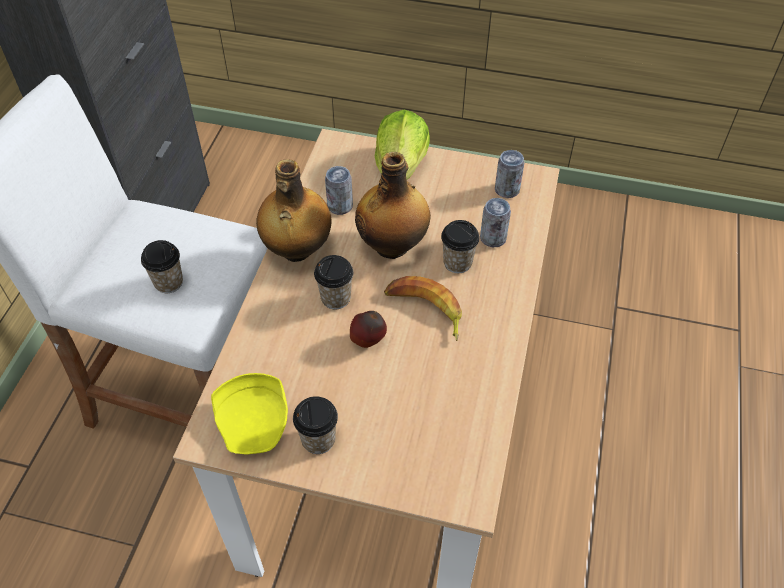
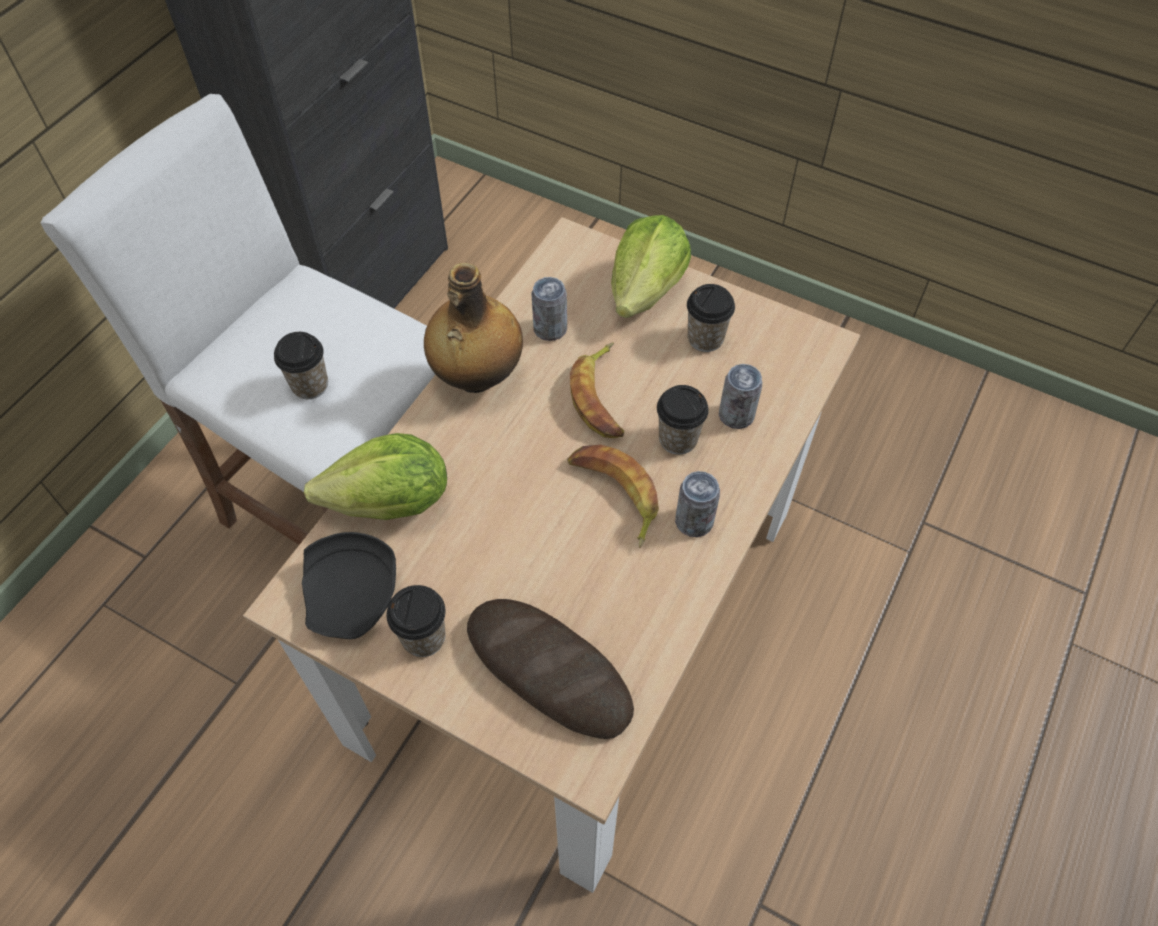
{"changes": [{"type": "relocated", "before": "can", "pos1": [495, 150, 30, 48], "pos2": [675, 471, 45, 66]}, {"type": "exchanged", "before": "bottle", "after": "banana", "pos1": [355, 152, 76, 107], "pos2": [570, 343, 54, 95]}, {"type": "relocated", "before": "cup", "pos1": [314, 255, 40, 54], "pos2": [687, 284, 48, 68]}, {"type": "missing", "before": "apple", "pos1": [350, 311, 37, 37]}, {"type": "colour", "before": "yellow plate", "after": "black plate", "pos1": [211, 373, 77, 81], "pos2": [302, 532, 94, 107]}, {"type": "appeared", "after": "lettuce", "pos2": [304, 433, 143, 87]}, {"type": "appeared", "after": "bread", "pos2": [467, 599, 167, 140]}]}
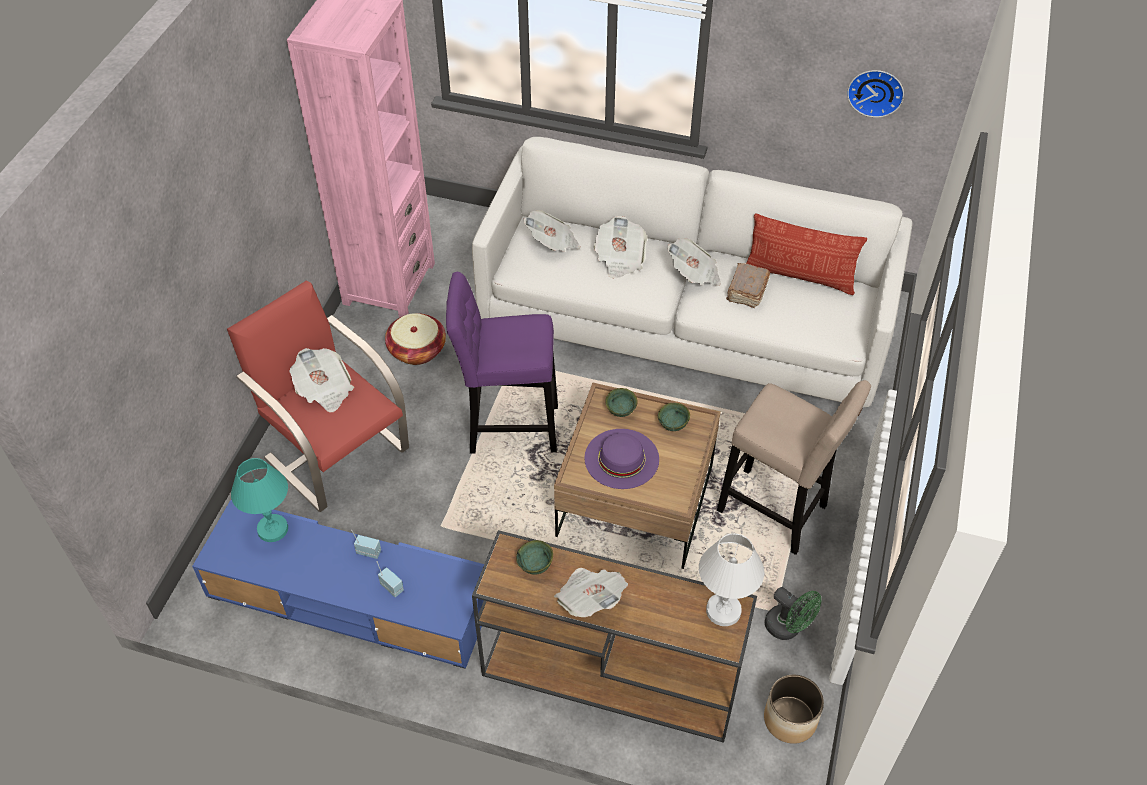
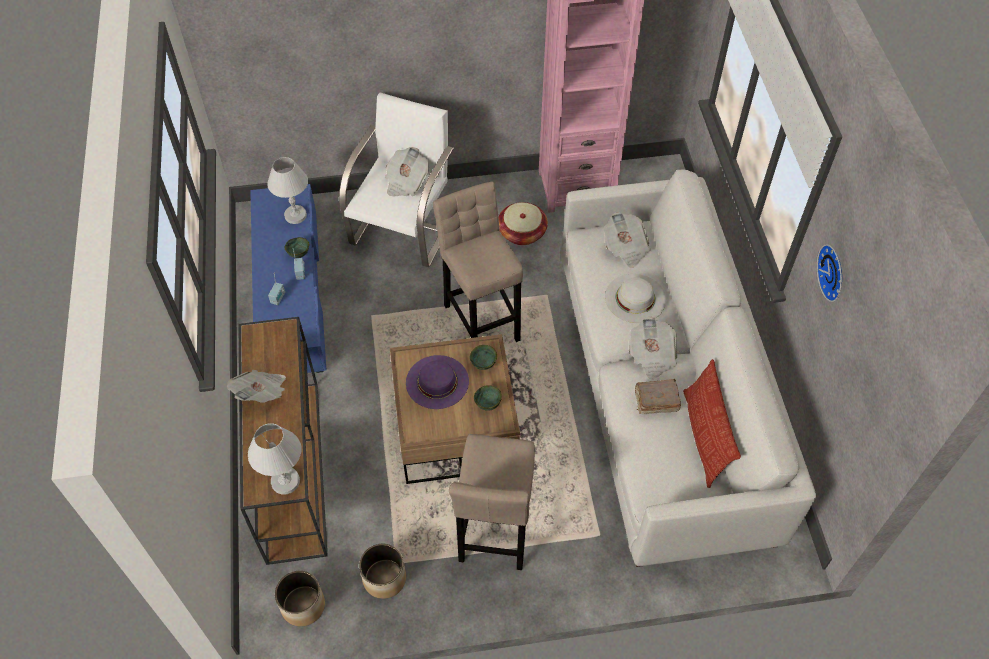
{"changes": [{"type": "relocated", "before": "wall clock", "pos1": [847, 70, 57, 48], "pos2": [817, 244, 25, 58]}, {"type": "exchanged", "before": "newspaper", "after": "white hat", "pos1": [594, 216, 53, 63], "pos2": [605, 274, 61, 49]}, {"type": "colour", "before": "purple stool", "after": "beige stool", "pos1": [446, 272, 112, 182], "pos2": [433, 181, 90, 161]}, {"type": "colour", "before": "red armchair", "after": "white armchair", "pos1": [227, 281, 182, 231], "pos2": [339, 92, 115, 175]}, {"type": "colour", "before": "turquoise table lamp", "after": "white table lamp", "pos1": [231, 458, 57, 84], "pos2": [267, 157, 41, 67]}, {"type": "relocated", "before": "green bowl", "pos1": [516, 540, 37, 35], "pos2": [284, 237, 25, 21]}, {"type": "exchanged", "before": "green fan", "after": "planter", "pos1": [765, 587, 56, 53], "pos2": [359, 544, 47, 55]}]}
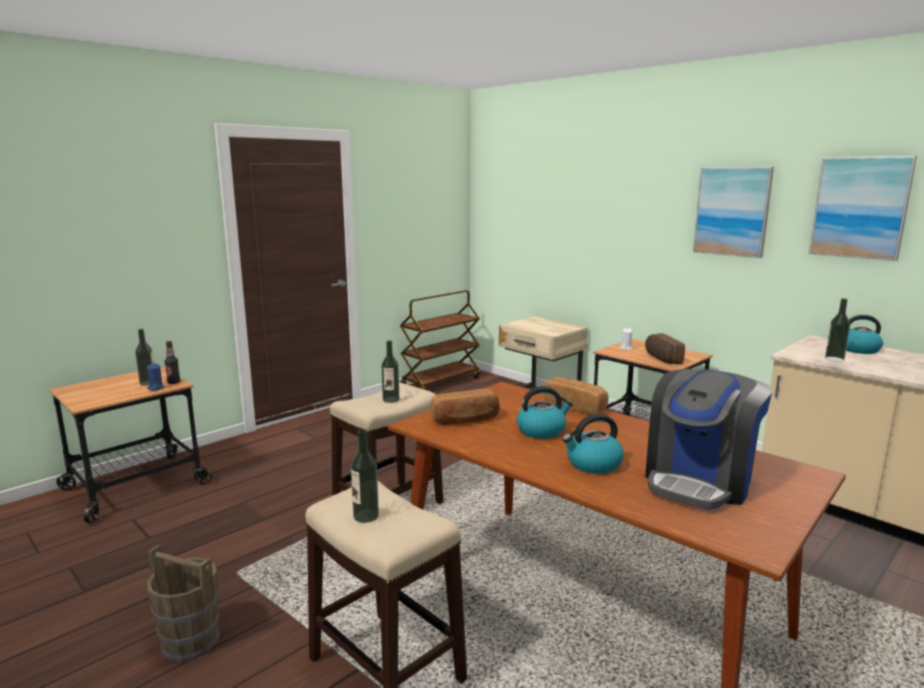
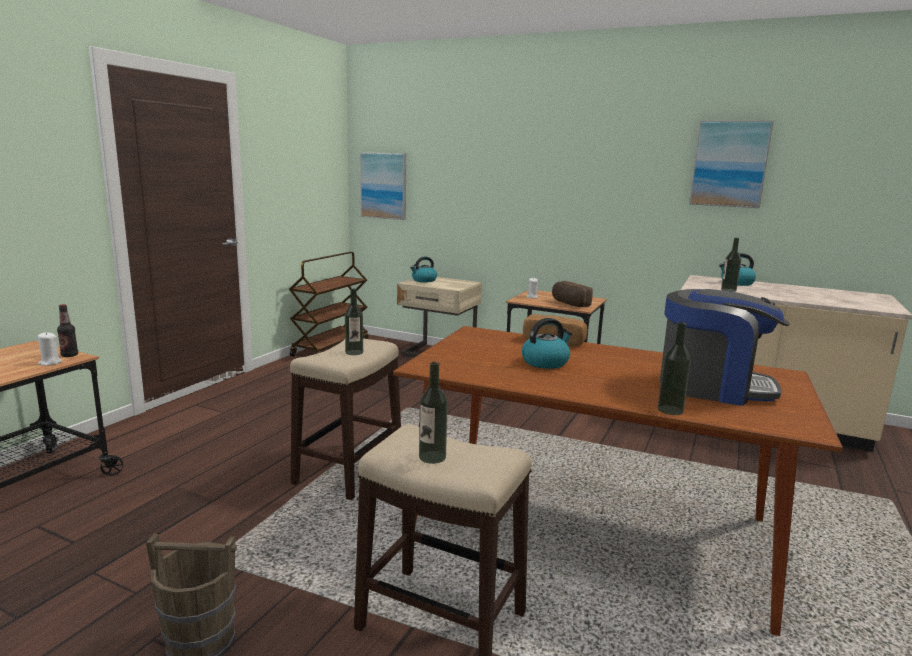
{"changes": [{"type": "relocated", "before": "picture", "pos1": [693, 167, 81, 91], "pos2": [360, 152, 46, 68]}, {"type": "relocated", "before": "bottle", "pos1": [135, 329, 19, 57], "pos2": [658, 322, 33, 93]}, {"type": "colour", "before": "blue candle", "after": "white candle", "pos1": [147, 363, 18, 28], "pos2": [37, 332, 25, 34]}, {"type": "spun", "before": "coffee machine", "pos1": [645, 369, 127, 141], "pos2": [660, 289, 130, 117], "turn": -90}, {"type": "missing", "before": "bread", "pos1": [431, 389, 69, 36]}, {"type": "relocated", "before": "kettle", "pos1": [562, 414, 62, 60], "pos2": [410, 257, 27, 25]}]}
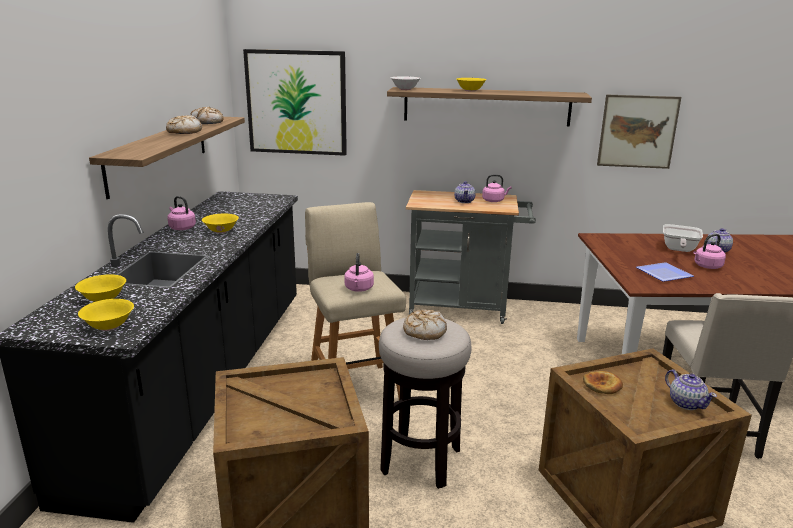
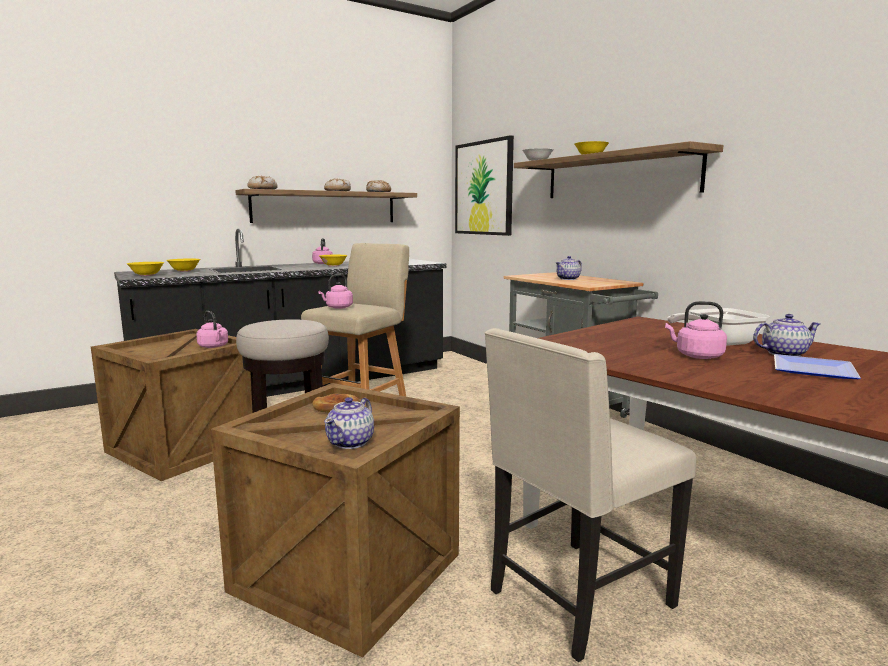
{"changes": [{"type": "missing", "before": "picture", "pos1": [597, 94, 84, 75]}, {"type": "relocated", "before": "pink kettle", "pos1": [482, 174, 30, 28], "pos2": [196, 311, 32, 37]}, {"type": "relocated", "before": "plate", "pos1": [636, 262, 58, 20], "pos2": [774, 354, 87, 25]}, {"type": "relocated", "before": "bread", "pos1": [403, 310, 44, 30], "pos2": [247, 176, 31, 13]}]}
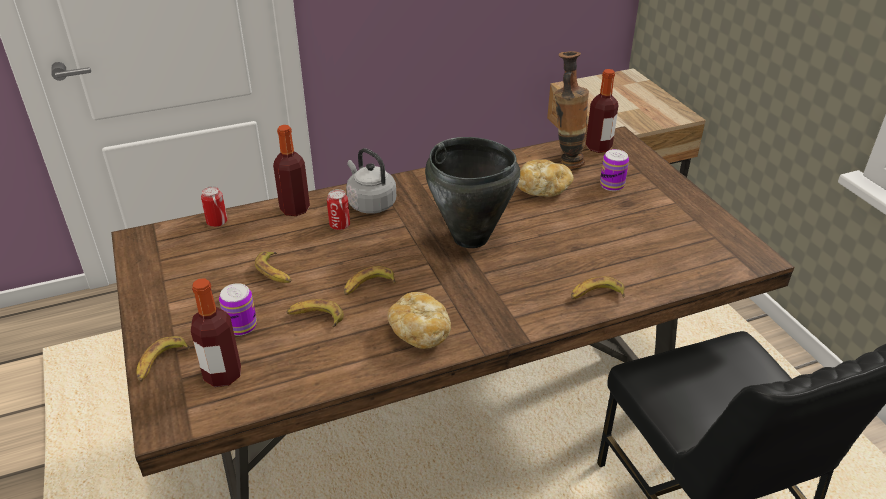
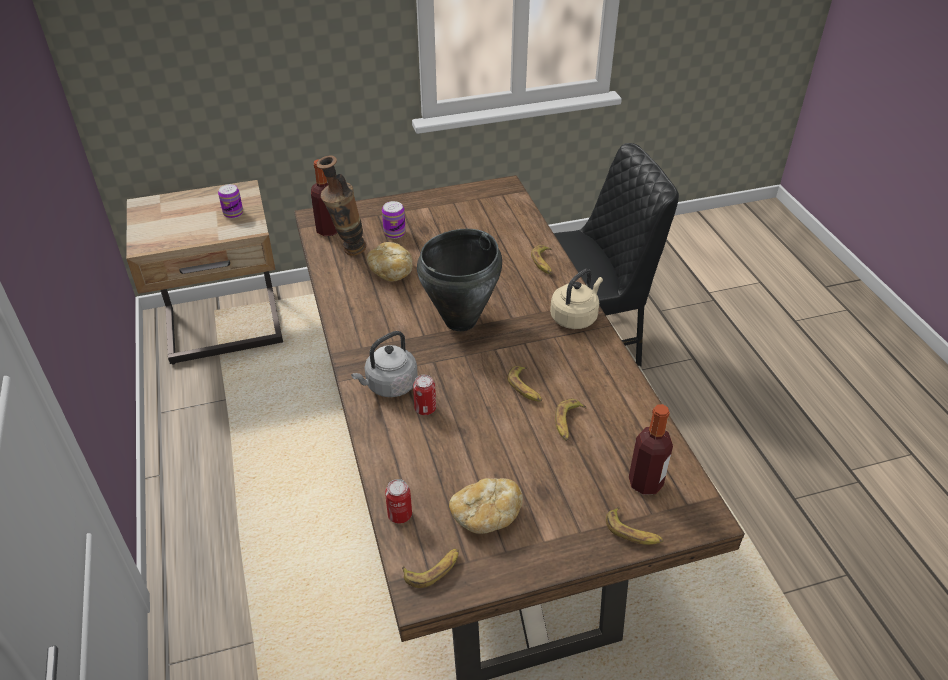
{"changes": [{"type": "missing", "before": "bottle", "pos1": [273, 125, 37, 91]}, {"type": "relocated", "before": "banana", "pos1": [255, 252, 37, 31], "pos2": [402, 548, 57, 40]}, {"type": "relocated", "before": "can", "pos1": [219, 283, 38, 53], "pos2": [218, 184, 25, 34]}, {"type": "relocated", "before": "bread", "pos1": [387, 292, 64, 57], "pos2": [449, 478, 74, 56]}, {"type": "appeared", "after": "beige kettle", "pos2": [550, 269, 53, 60]}]}
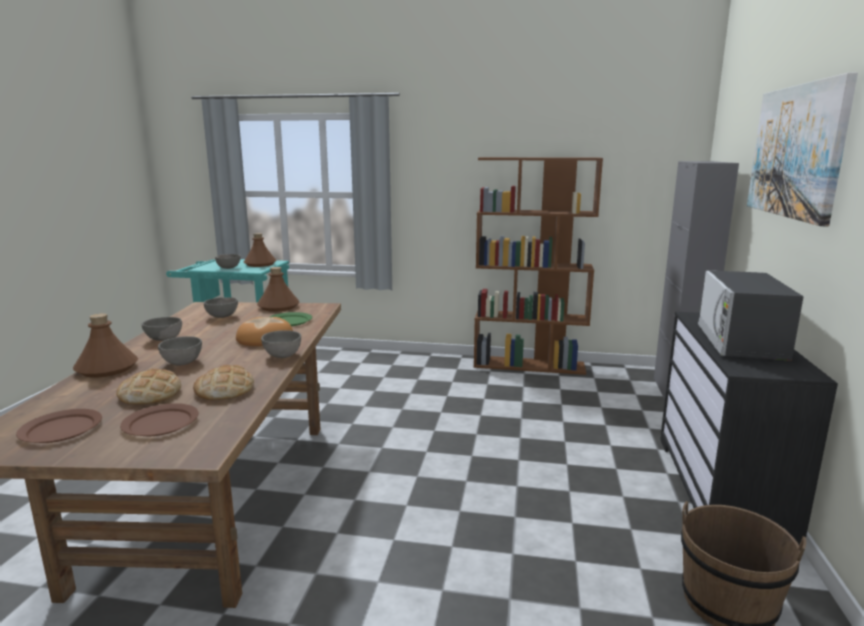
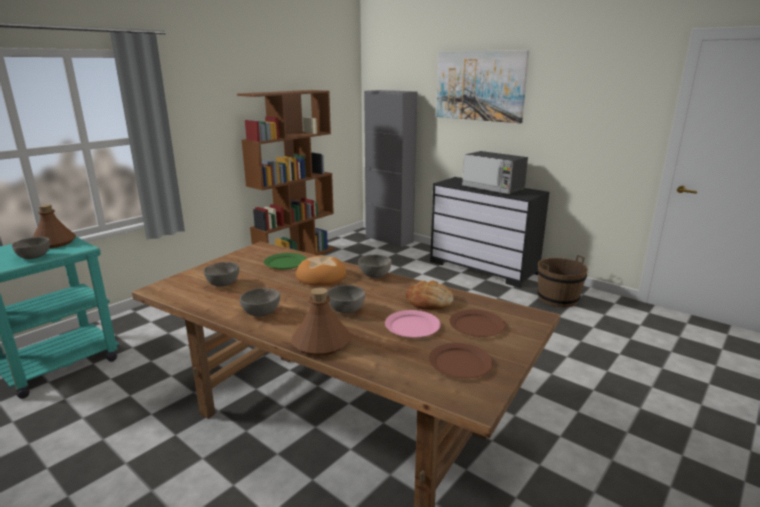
{"changes": [{"type": "missing", "before": "brown bottle", "pos1": [257, 267, 42, 45]}, {"type": "exchanged", "before": "bread", "after": "pink plate", "pos1": [116, 369, 65, 36], "pos2": [385, 310, 56, 27]}]}
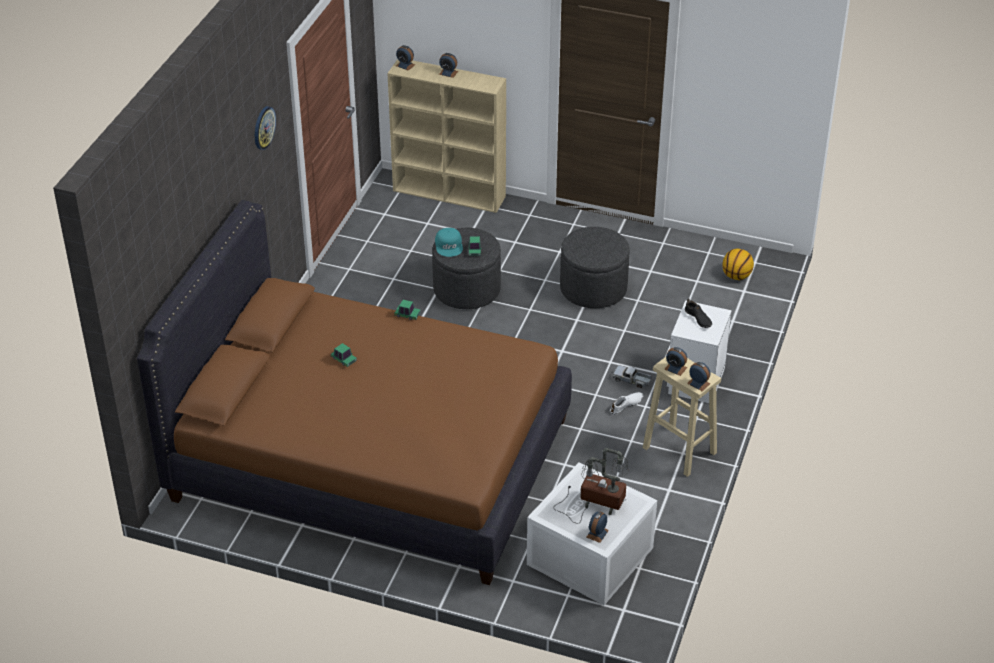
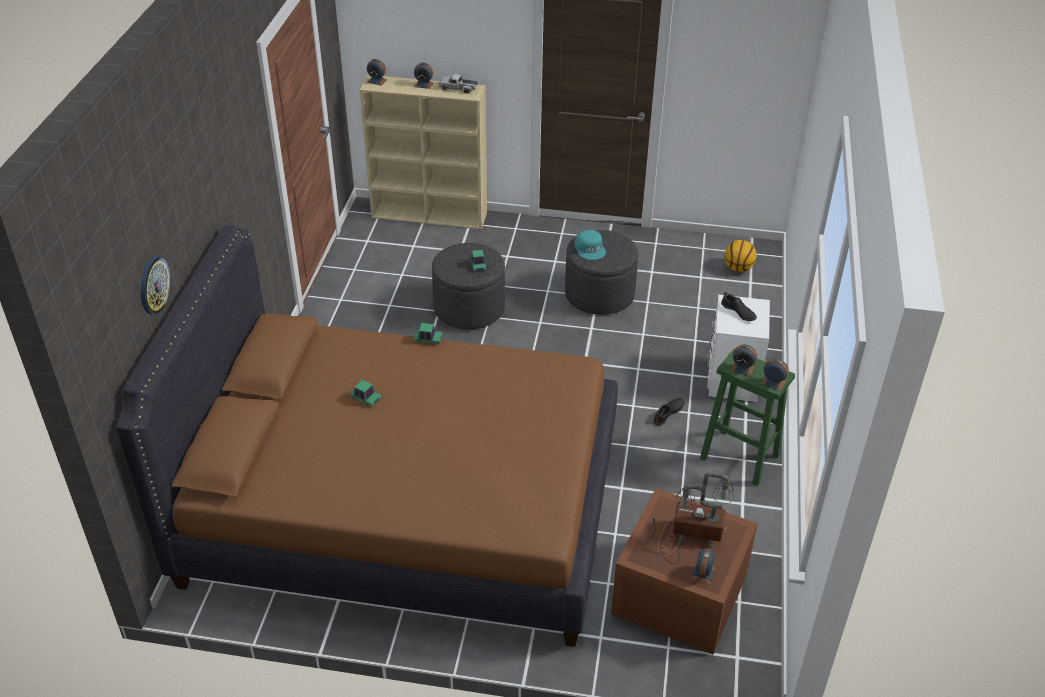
{"changes": [{"type": "relocated", "before": "wall clock", "pos1": [255, 106, 21, 44], "pos2": [141, 256, 30, 59]}, {"type": "relocated", "before": "turquoise cap", "pos1": [435, 228, 28, 29], "pos2": [575, 230, 31, 30]}, {"type": "colour", "before": "beige stool", "after": "green stool", "pos1": [643, 357, 78, 120], "pos2": [700, 349, 95, 137]}, {"type": "relocated", "before": "toy truck", "pos1": [613, 365, 39, 23], "pos2": [439, 74, 38, 20]}, {"type": "colour", "before": "white shoe", "after": "black shoe", "pos1": [610, 392, 33, 23], "pos2": [653, 398, 32, 28]}, {"type": "colour", "before": "white storage box", "after": "brown storage box", "pos1": [527, 462, 130, 143], "pos2": [611, 488, 147, 167]}]}
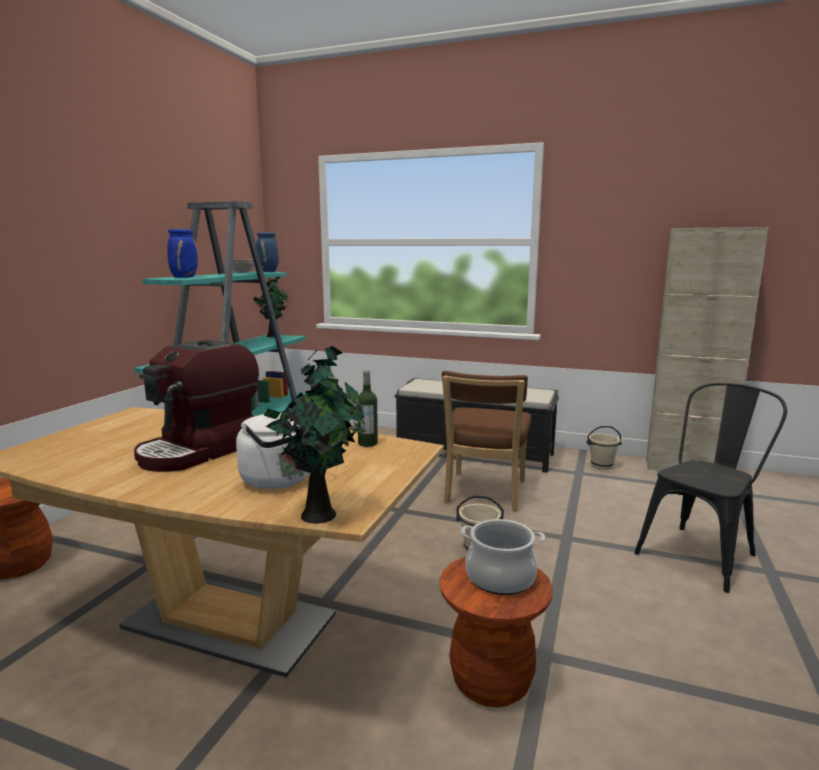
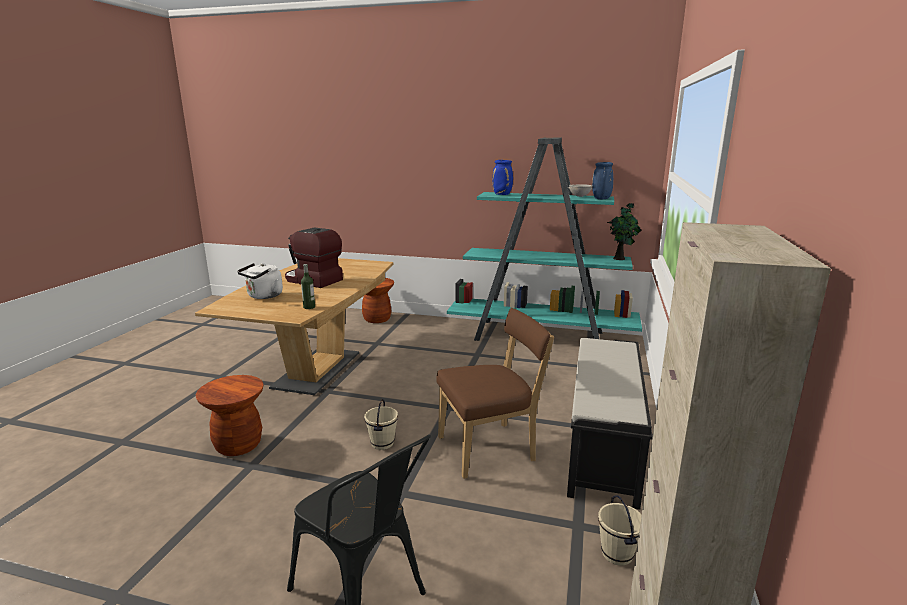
{"changes": [{"type": "missing", "before": "potted plant", "pos1": [264, 346, 102, 178]}, {"type": "spun", "before": "brown chair", "pos1": [442, 371, 89, 140], "pos2": [436, 308, 118, 171], "turn": 150}, {"type": "missing", "before": "cooking pot", "pos1": [461, 519, 84, 76]}]}
